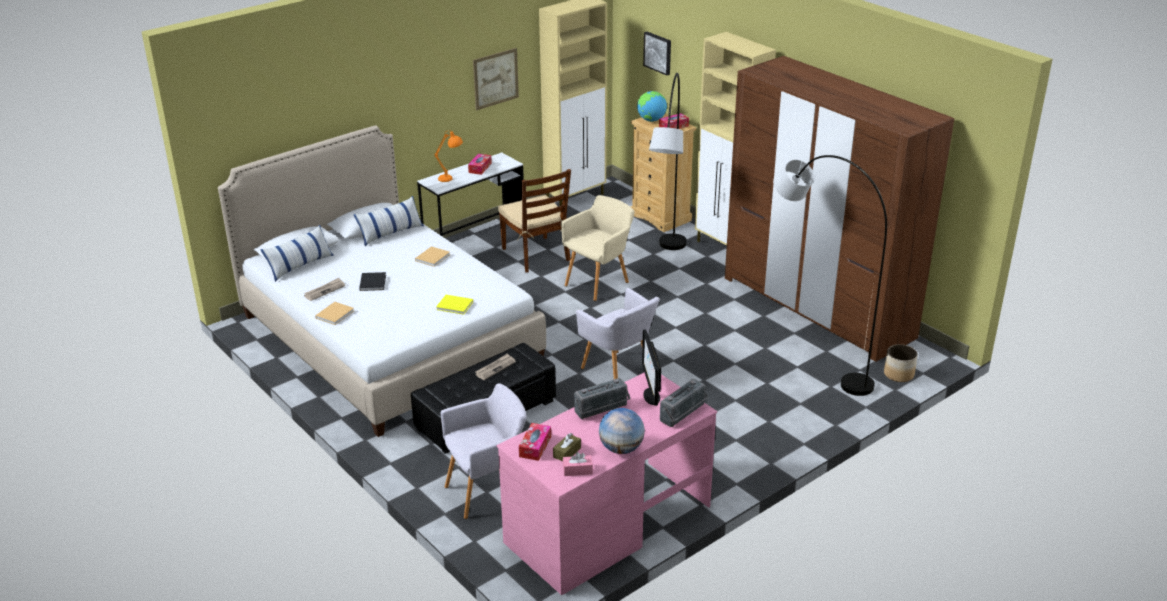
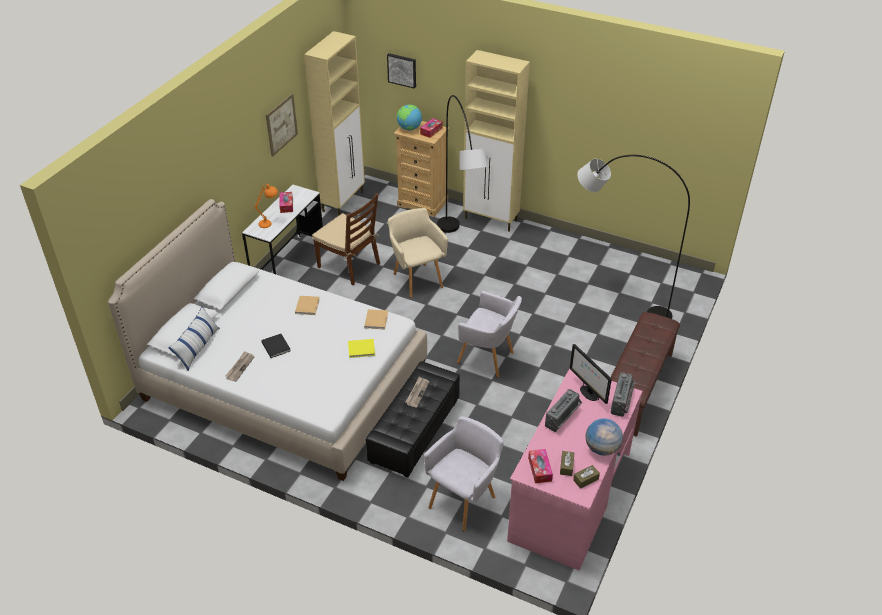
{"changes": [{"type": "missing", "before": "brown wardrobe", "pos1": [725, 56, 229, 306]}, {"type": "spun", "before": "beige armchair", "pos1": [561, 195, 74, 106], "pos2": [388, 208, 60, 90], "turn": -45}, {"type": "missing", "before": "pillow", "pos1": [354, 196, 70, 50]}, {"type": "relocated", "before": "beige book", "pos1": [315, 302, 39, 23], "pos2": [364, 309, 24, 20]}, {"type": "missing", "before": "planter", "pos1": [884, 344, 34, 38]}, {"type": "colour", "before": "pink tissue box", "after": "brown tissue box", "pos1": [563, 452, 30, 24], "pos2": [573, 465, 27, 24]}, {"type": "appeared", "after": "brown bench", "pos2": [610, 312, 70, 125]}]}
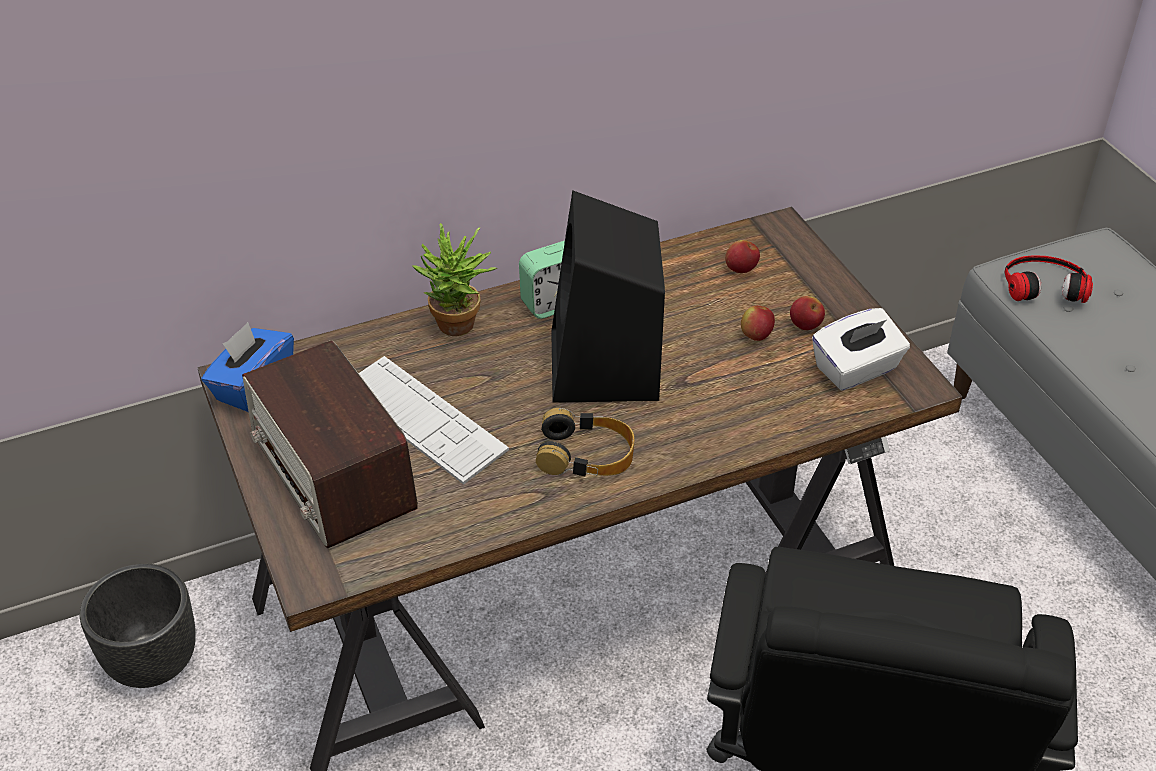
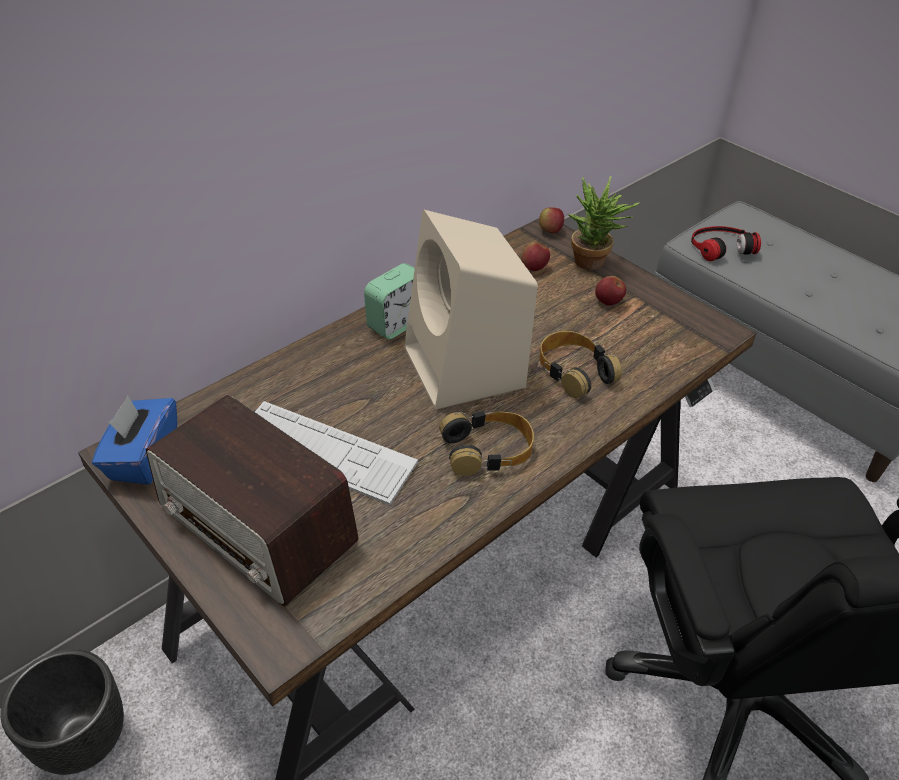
{"changes": [{"type": "colour", "before": "black speaker", "after": "beige speaker", "pos1": [551, 191, 114, 212], "pos2": [404, 209, 134, 201]}, {"type": "relocated", "before": "potted plant", "pos1": [412, 223, 85, 113], "pos2": [568, 176, 72, 94]}, {"type": "relocated", "before": "apple", "pos1": [741, 306, 34, 35], "pos2": [539, 207, 25, 26]}, {"type": "missing", "before": "white tissue box", "pos1": [812, 308, 98, 83]}, {"type": "appeared", "after": "headphones", "pos2": [539, 331, 83, 67]}]}
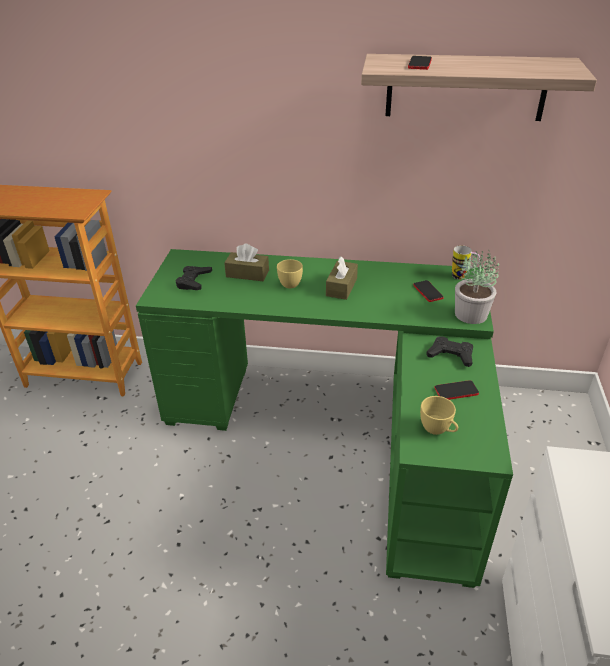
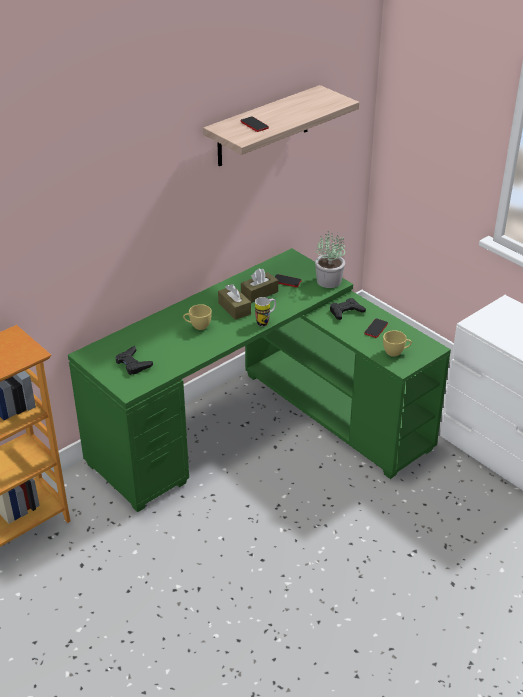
{"changes": [{"type": "relocated", "before": "brown tissue box", "pos1": [224, 244, 45, 37], "pos2": [241, 268, 37, 35]}, {"type": "relocated", "before": "mug", "pos1": [452, 245, 28, 35], "pos2": [255, 297, 21, 30]}]}
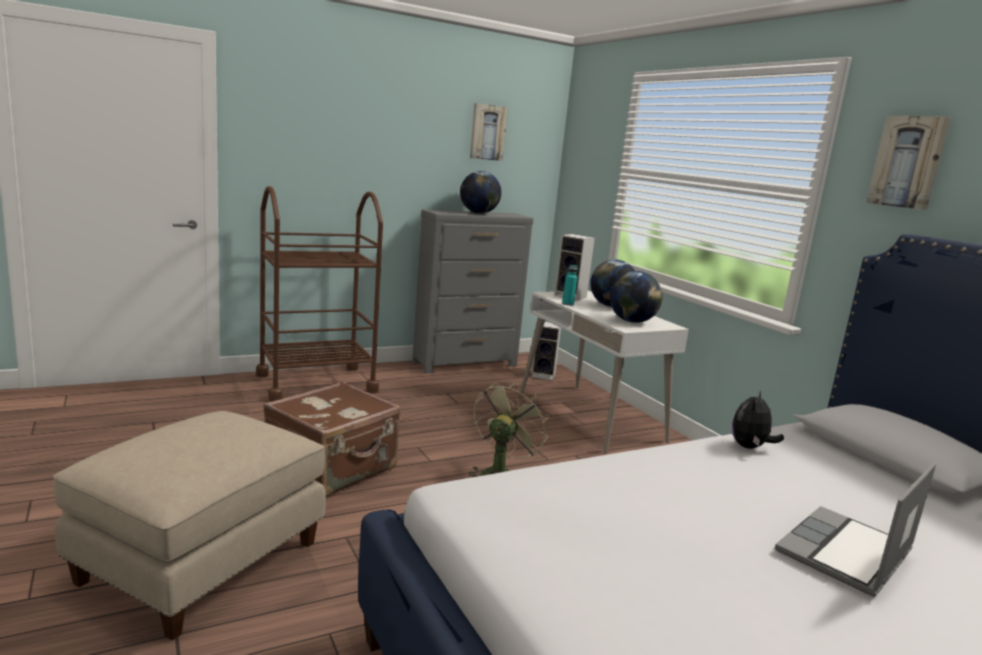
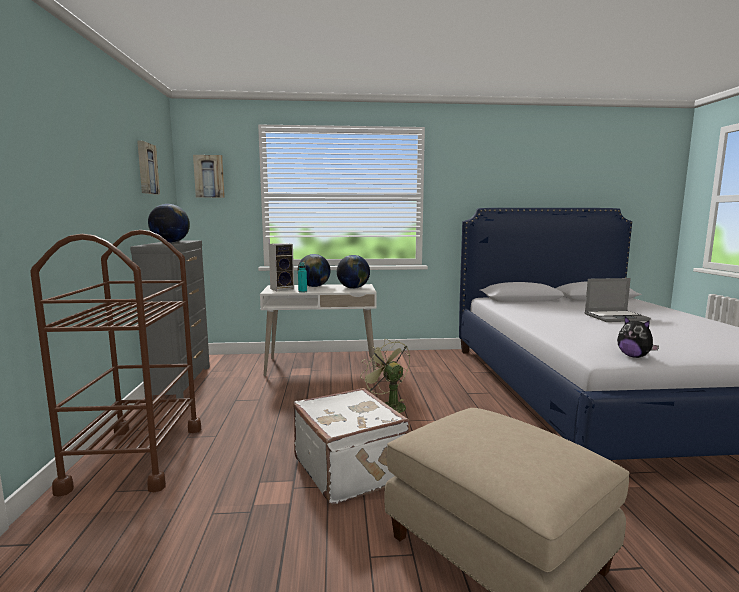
{"changes": [{"type": "relocated", "before": "picture", "pos1": [866, 116, 85, 94], "pos2": [193, 155, 32, 43]}, {"type": "missing", "before": "speaker", "pos1": [531, 322, 30, 58]}, {"type": "colour", "before": "brown suitcase", "after": "white suitcase", "pos1": [263, 381, 138, 116], "pos2": [293, 388, 117, 117]}, {"type": "relocated", "before": "plush toy", "pos1": [732, 391, 52, 58], "pos2": [617, 317, 42, 41]}, {"type": "spun", "before": "laptop", "pos1": [775, 463, 161, 134], "pos2": [585, 278, 66, 44], "turn": -75}]}
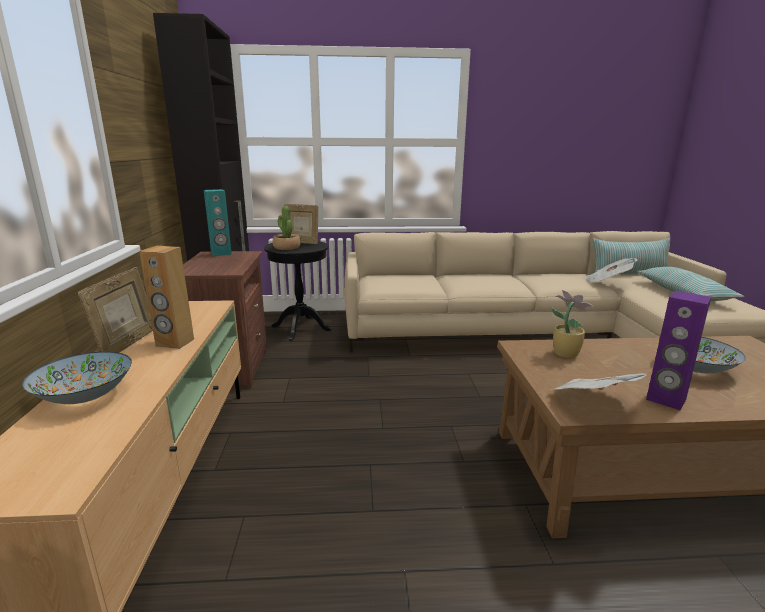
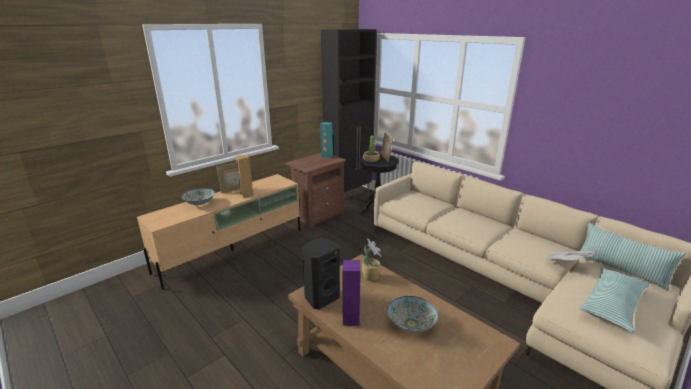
{"changes": [{"type": "exchanged", "before": "newspaper", "after": "black speaker", "pos1": [549, 373, 98, 17], "pos2": [302, 238, 38, 71]}]}
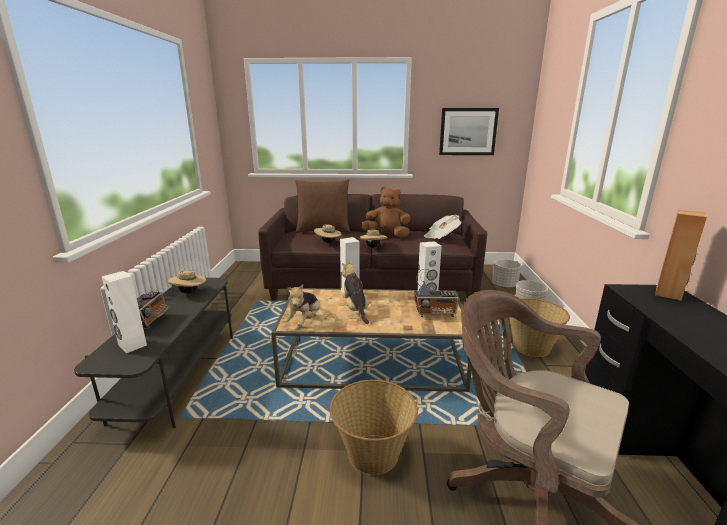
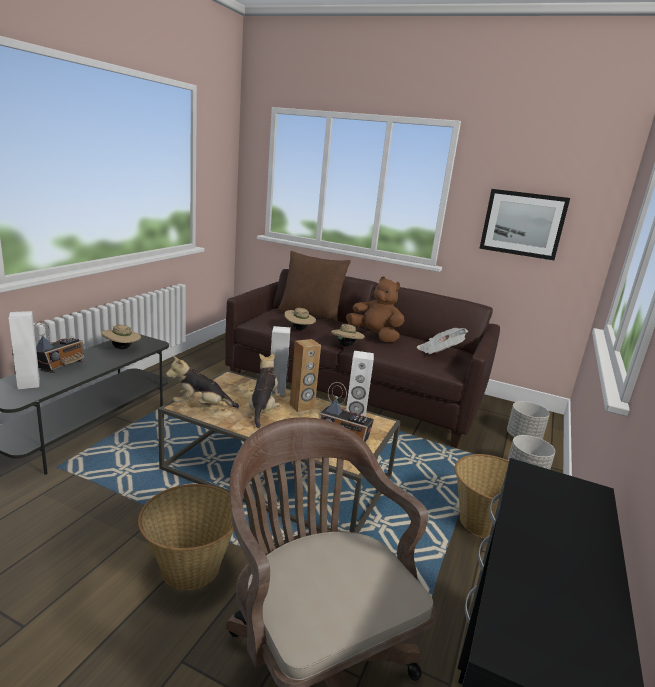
{"changes": [{"type": "relocated", "before": "brown speaker", "pos1": [655, 210, 52, 91], "pos2": [290, 339, 31, 73]}, {"type": "spun", "before": "plush toy", "pos1": [284, 284, 36, 42], "pos2": [166, 356, 73, 52], "turn": 45}]}
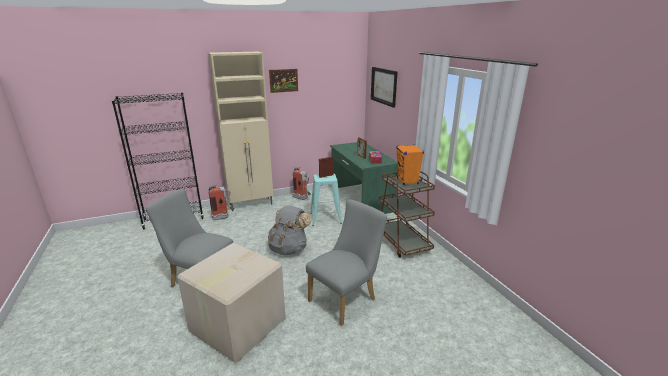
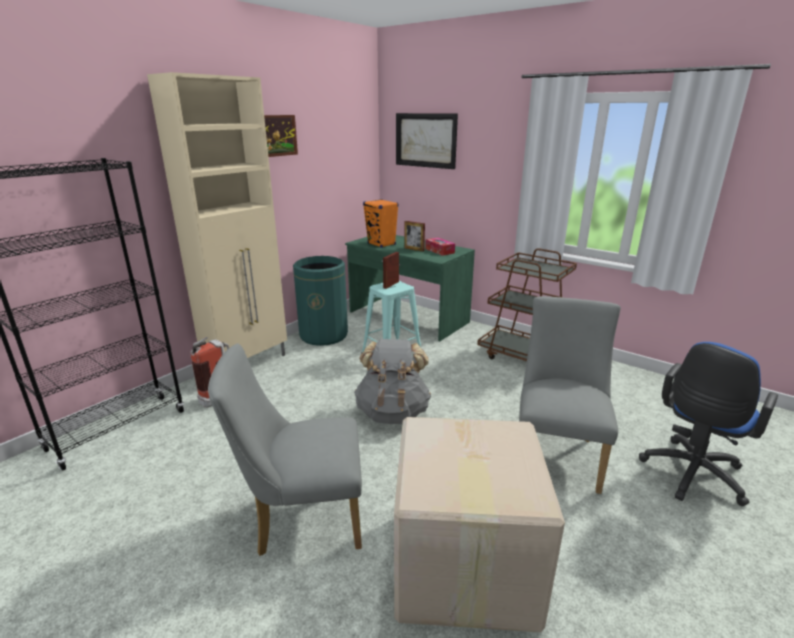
{"changes": [{"type": "relocated", "before": "orange speaker", "pos1": [396, 144, 28, 41], "pos2": [363, 199, 36, 49]}, {"type": "exchanged", "before": "fire extinguisher", "after": "green trash can", "pos1": [293, 167, 18, 33], "pos2": [293, 256, 55, 90]}, {"type": "appeared", "after": "blue office chair", "pos2": [639, 342, 139, 164]}]}
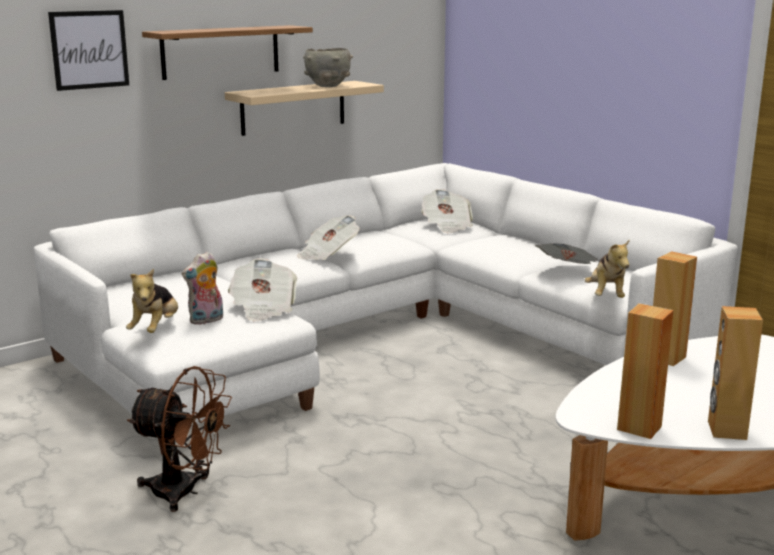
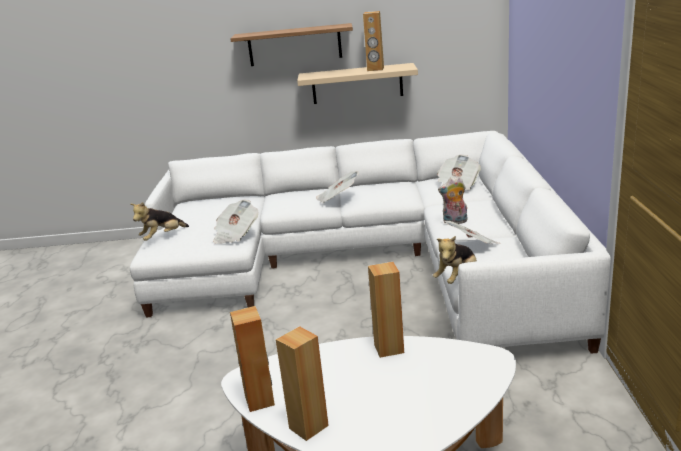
{"changes": [{"type": "missing", "before": "picture", "pos1": [48, 10, 81, 81]}, {"type": "exchanged", "before": "grey bowl", "after": "brown speaker", "pos1": [303, 48, 50, 39], "pos2": [363, 11, 21, 60]}, {"type": "relocated", "before": "plush toy", "pos1": [182, 251, 41, 74], "pos2": [438, 176, 29, 48]}, {"type": "missing", "before": "brown fan", "pos1": [127, 366, 105, 146]}]}
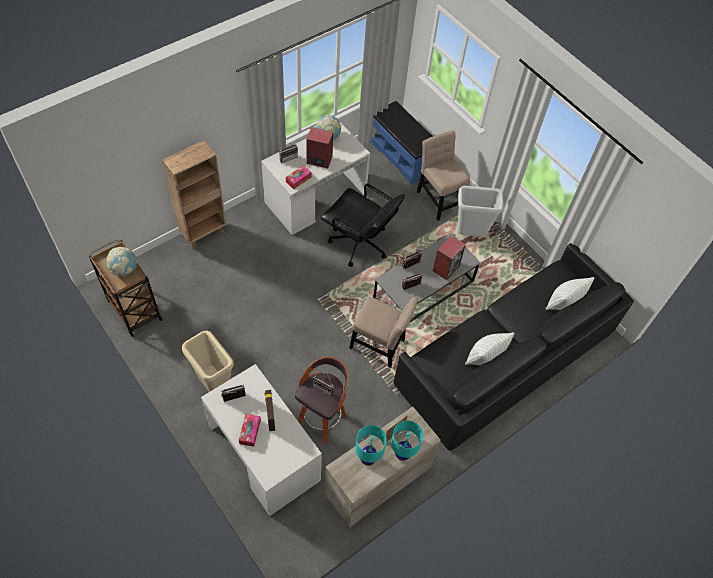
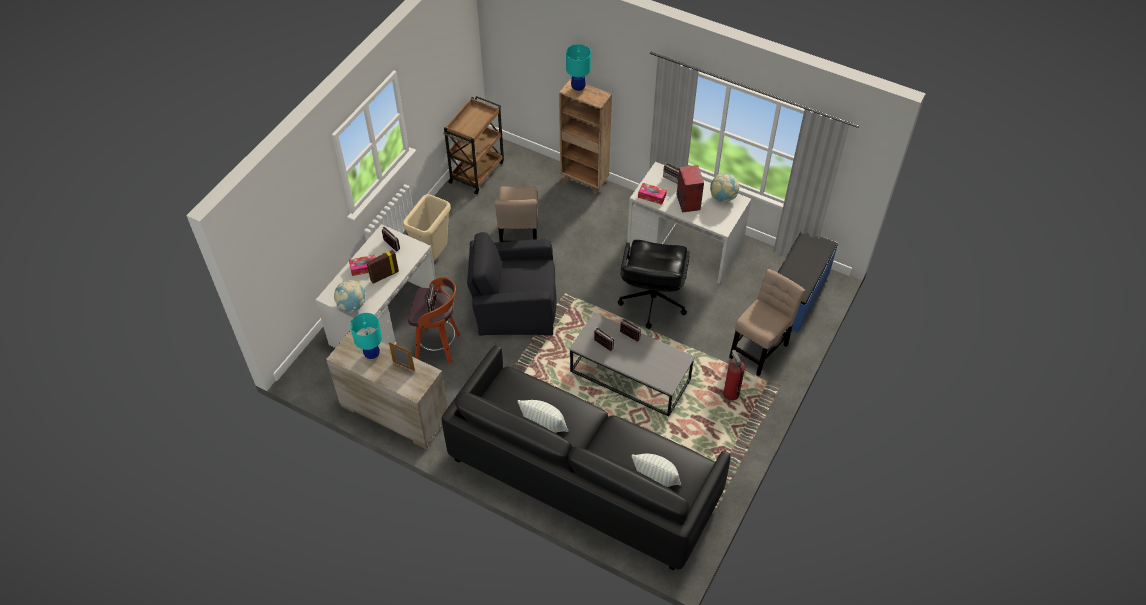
{"changes": [{"type": "exchanged", "before": "grey trash can", "after": "fire extinguisher", "pos1": [458, 186, 46, 51], "pos2": [723, 350, 22, 51]}, {"type": "missing", "before": "speaker", "pos1": [433, 236, 33, 44]}, {"type": "relocated", "before": "globe", "pos1": [106, 247, 31, 29], "pos2": [334, 280, 32, 32]}, {"type": "relocated", "before": "beige chair", "pos1": [349, 297, 69, 71], "pos2": [495, 186, 43, 56]}, {"type": "relocated", "before": "turquoise table lamp", "pos1": [391, 420, 32, 41], "pos2": [566, 44, 25, 49]}, {"type": "appeared", "after": "black armchair", "pos2": [467, 232, 89, 104]}]}
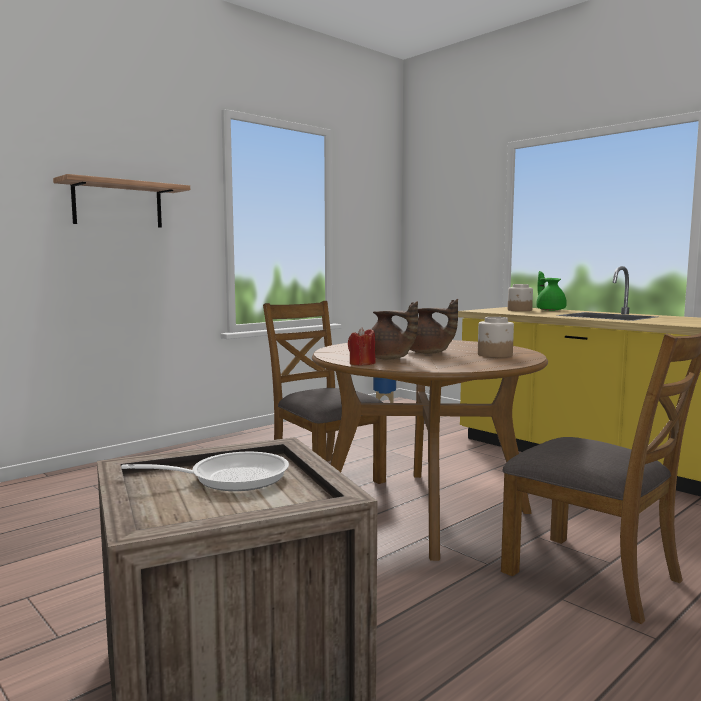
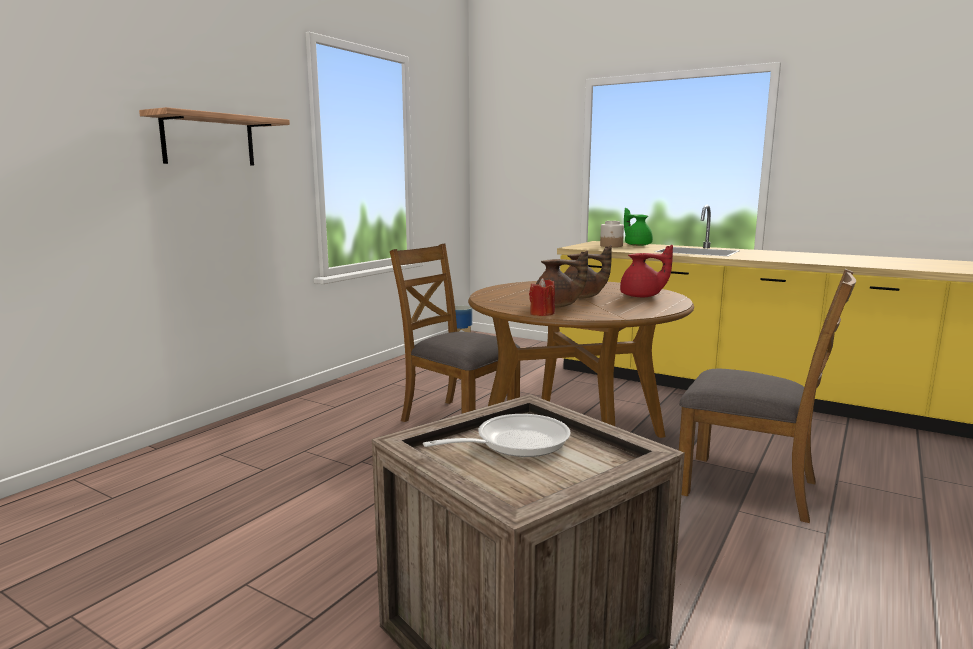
{"changes": [{"type": "exchanged", "before": "jar", "after": "red teapot", "pos1": [478, 317, 36, 40], "pos2": [620, 245, 53, 52]}]}
